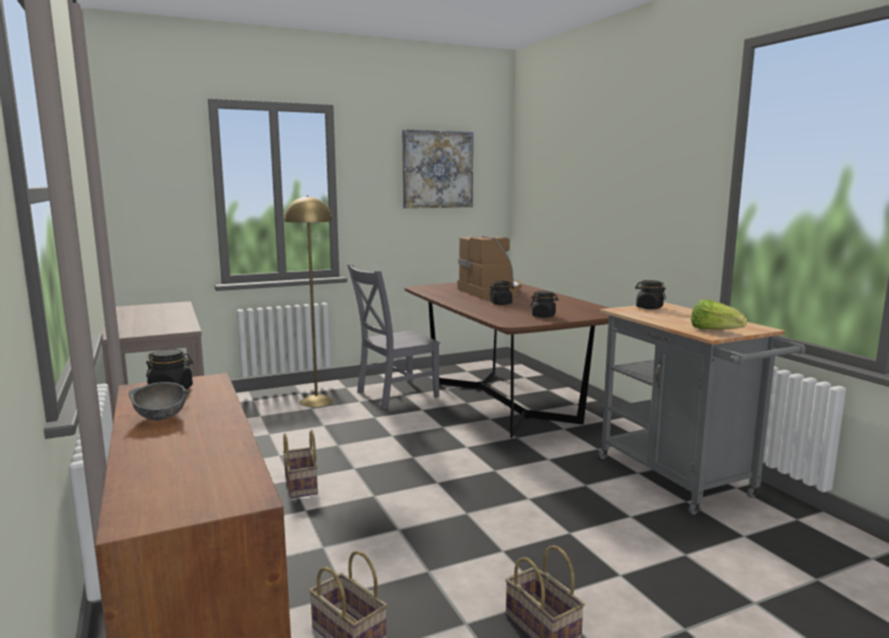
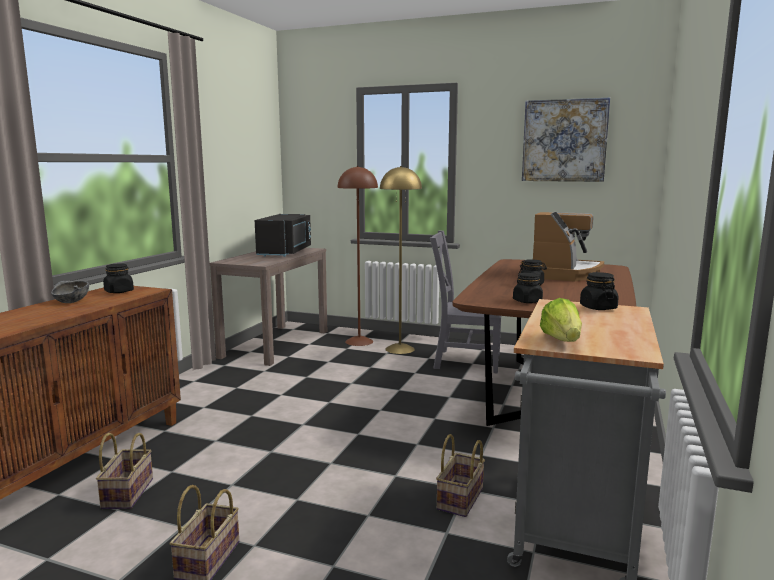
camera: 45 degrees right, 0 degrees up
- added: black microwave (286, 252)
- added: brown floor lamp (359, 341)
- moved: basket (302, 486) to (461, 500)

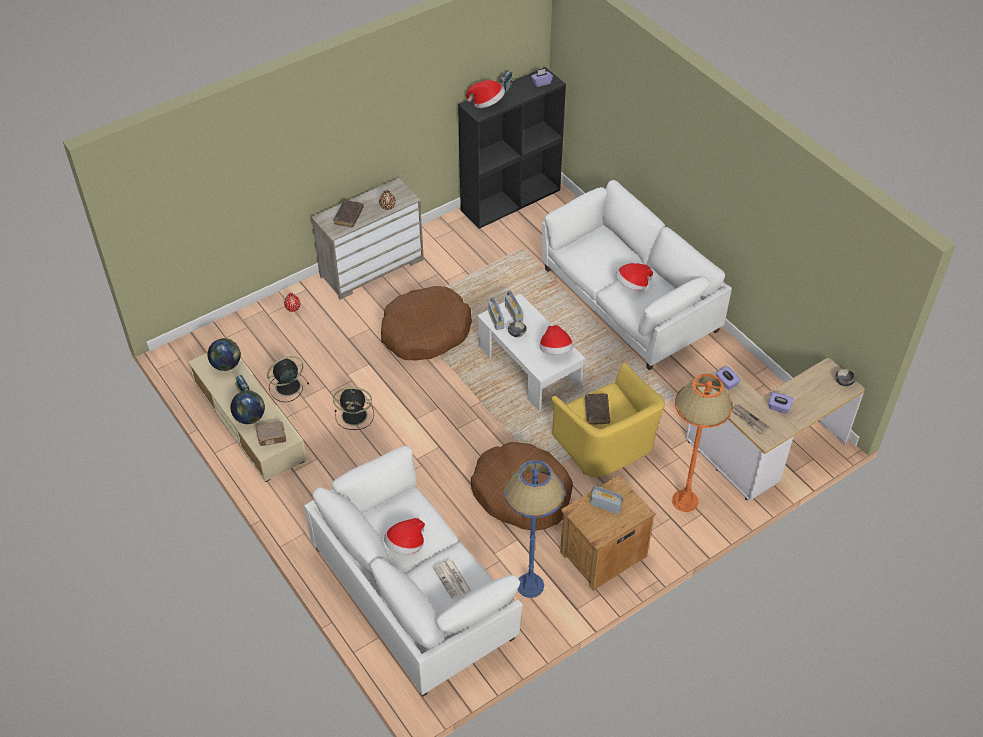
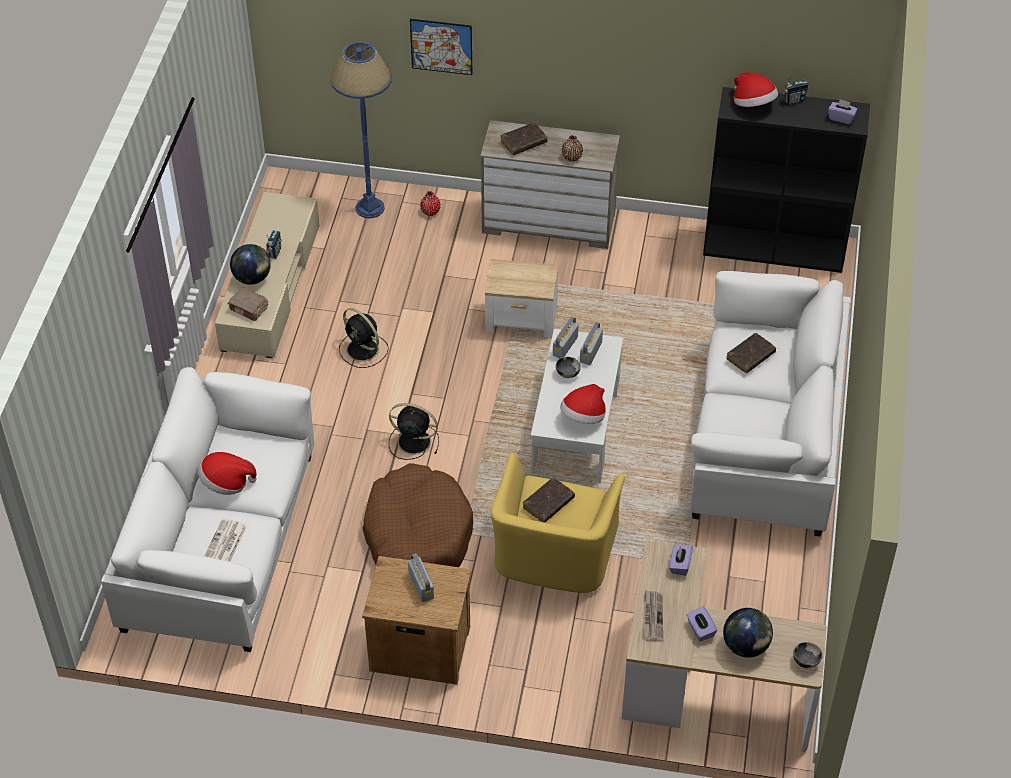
camera: 45 degrees right, 0 degrees up
- moved: blue floor lamp (530, 585) to (370, 208)
- moved: black fan (287, 387) to (412, 441)
- added: picture (441, 46)
- replaced: brown dog bed (425, 332) to side table (521, 320)
- moved: globe (226, 365) to (745, 646)
- added: brown book (750, 356)
- removed: hat (632, 285)
- removed: orange floor lamp (684, 501)

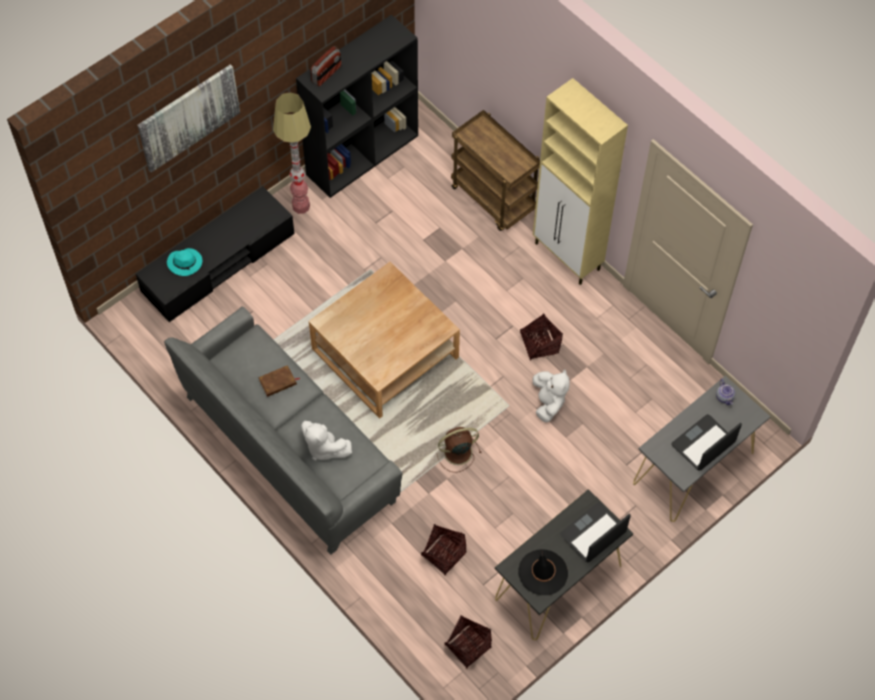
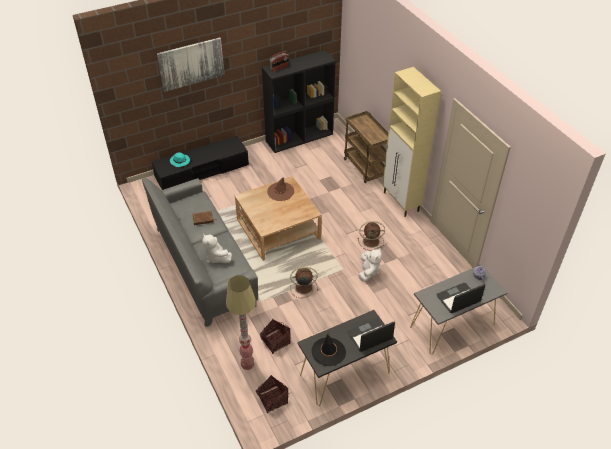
camera: 15 degrees right, 15 degrees down
- moved: floor lamp (301, 206) to (247, 364)
- added: brown hat (280, 191)
- replaced: basket (540, 344) to brown fan (371, 241)

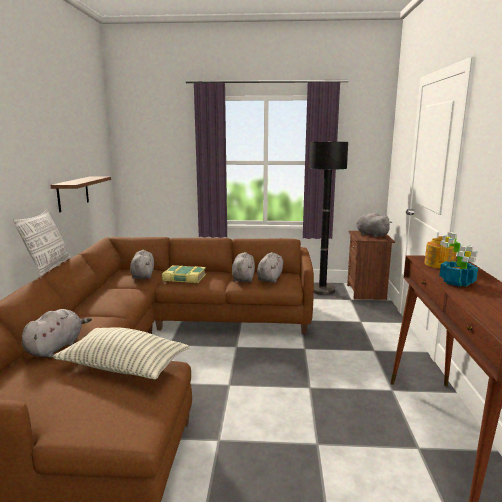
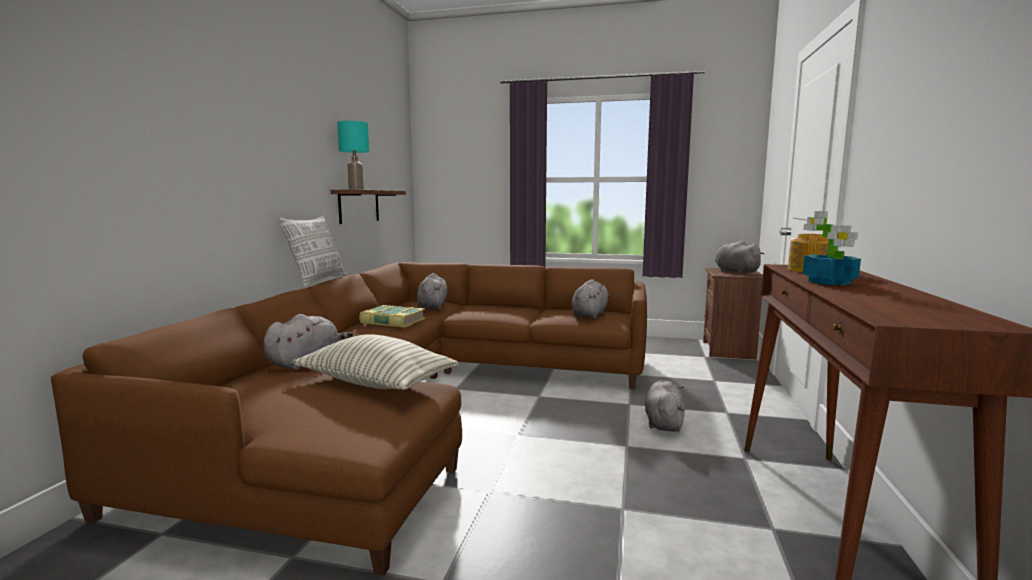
camera: 10 degrees right, 5 degrees down
- added: turquoise table lamp (356, 189)
- moved: book (184, 278) to (392, 322)
- moved: grey plush toy (243, 278) to (663, 422)
- removed: black floor lamp (322, 290)

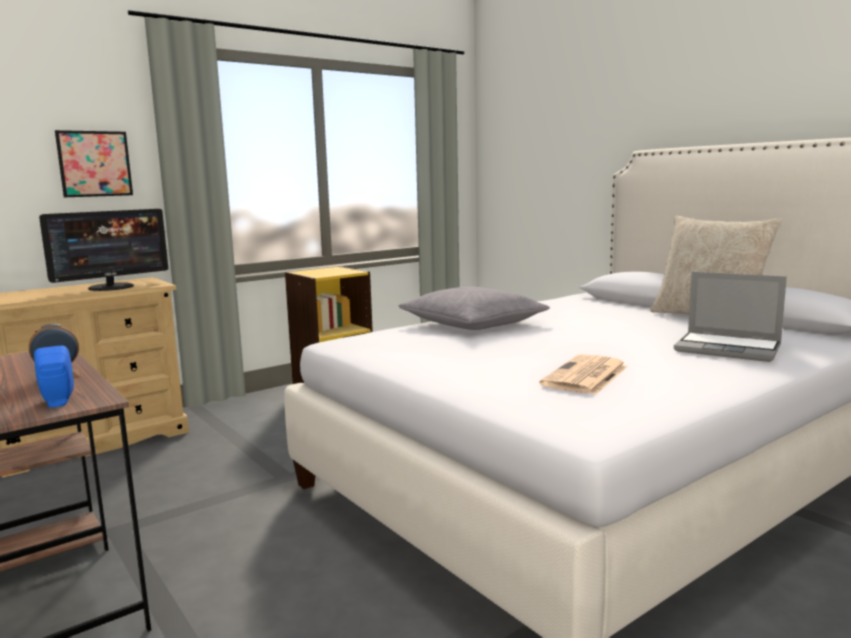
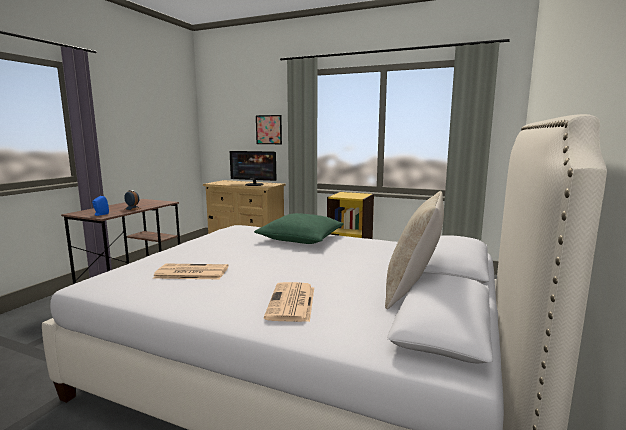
camera: 60 degrees right, 0 degrees up
- recoloured: grey pillow (472, 323) to green pillow (301, 238)
- replaced: laptop (729, 349) to newspaper (292, 303)

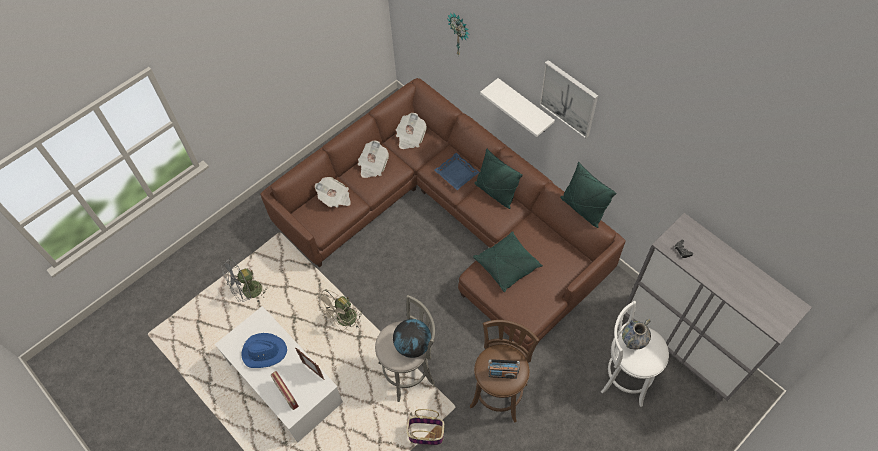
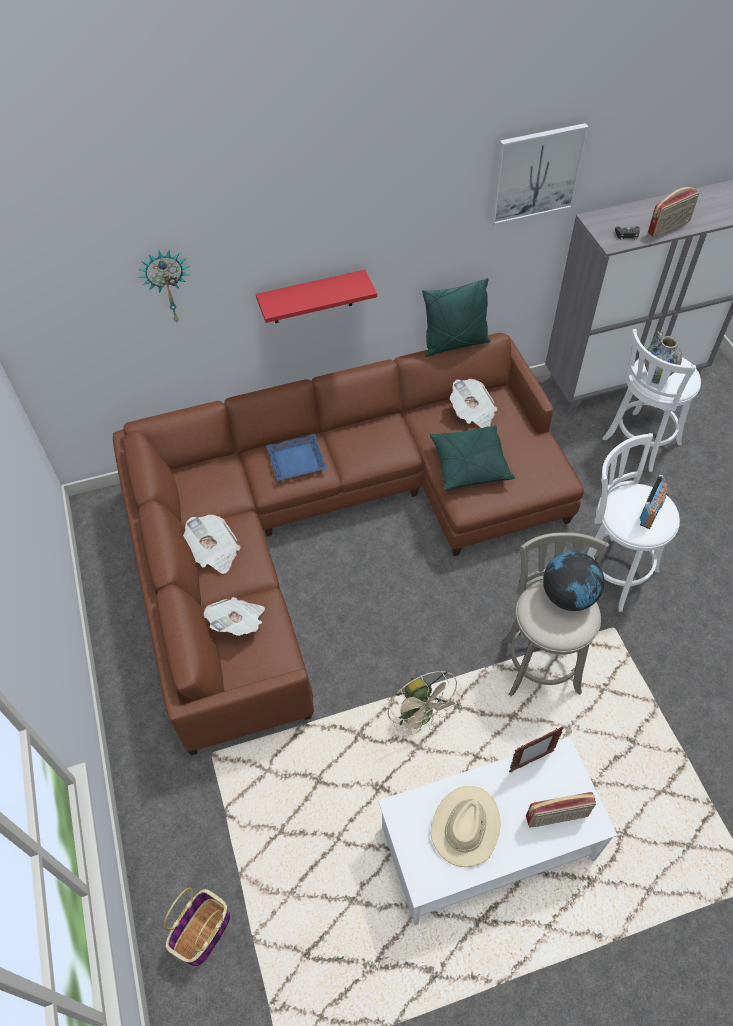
camera: 65 degrees left, 5 degrees down
- moved: basket (425, 434) to (202, 933)
- recoloured: white shelf (525, 107) to red shelf (312, 297)
- recoloured: blue hat (264, 352) to beige hat (465, 826)
- moved: newspaper (410, 137) to (472, 413)
- moved: picture (568, 99) to (536, 173)
- recoloured: brown stool (499, 392) to white stool (612, 571)
- added: radio (669, 228)
- removed: grey fan (248, 293)
- removed: green pillow (495, 192)

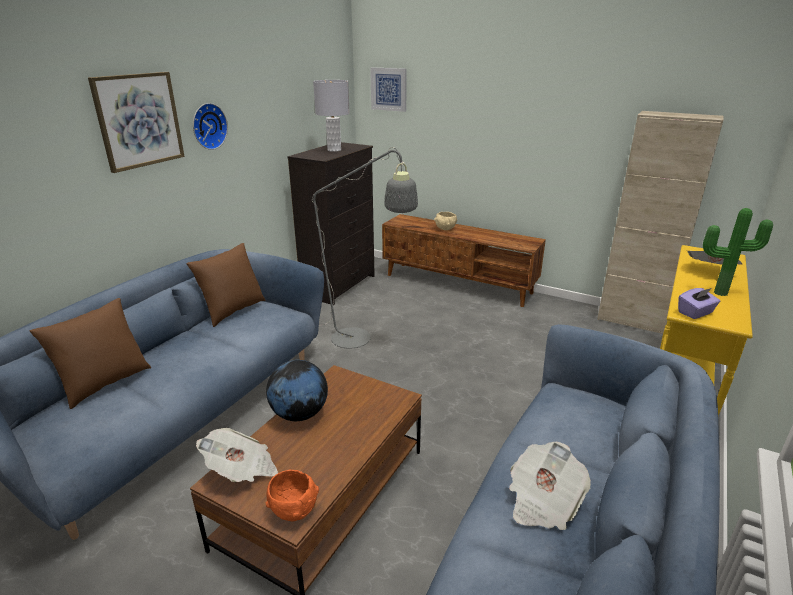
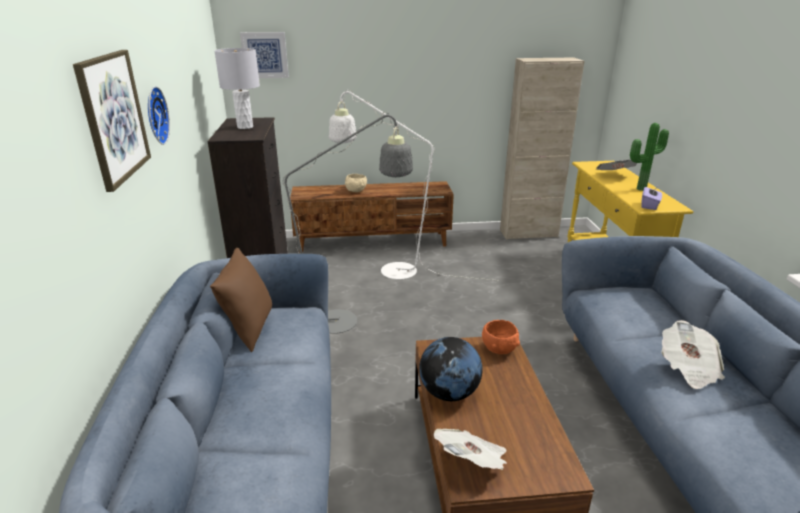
camera: 35 degrees left, 0 degrees up
- added: white floor lamp (389, 269)
- moved: orange bowl (293, 510) to (499, 349)
- removed: brown pillow (105, 383)

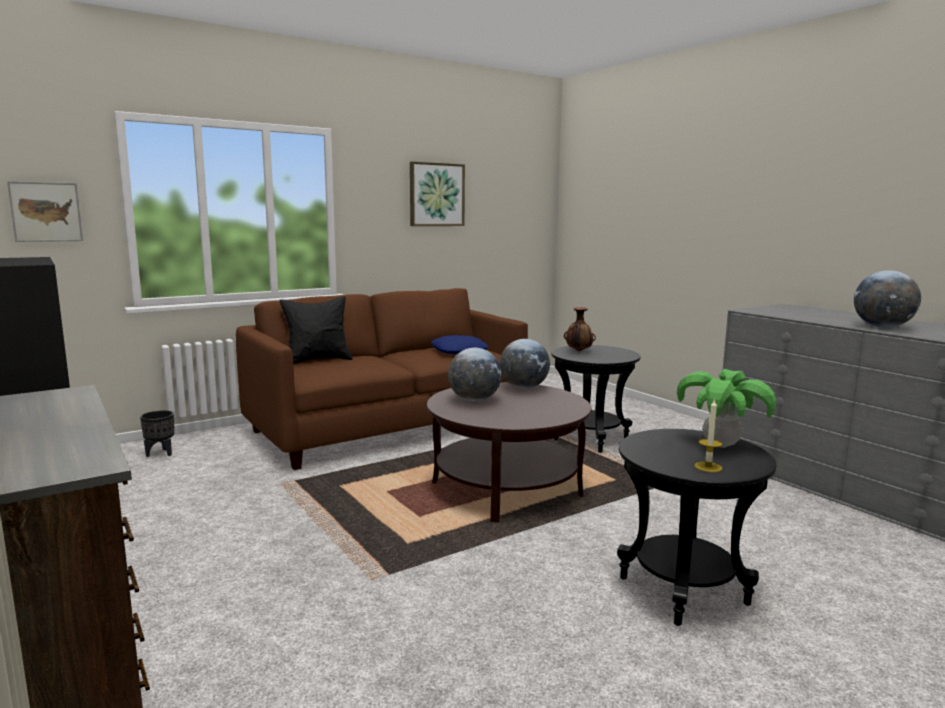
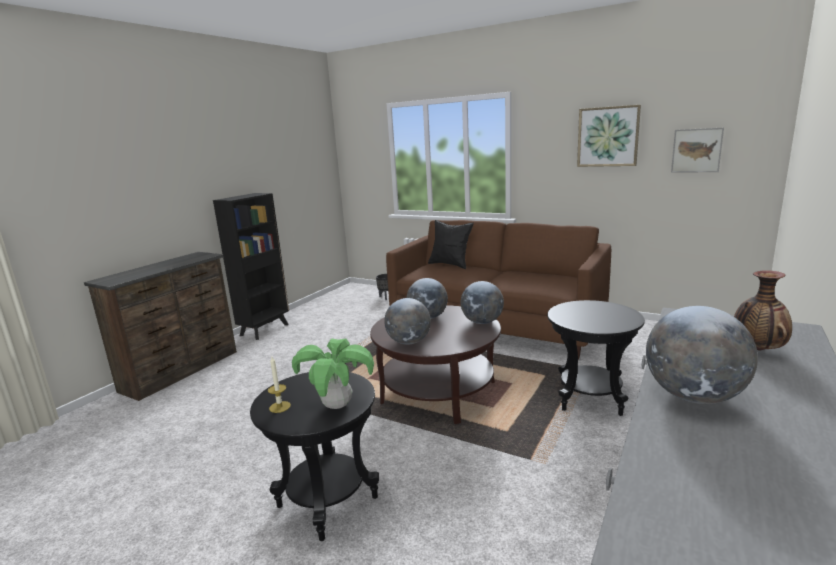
camera: 65 degrees right, 5 degrees up
- added: globe (408, 342)
- moved: picture (46, 212) to (696, 150)
- moved: vase (578, 351) to (757, 349)
- removed: blue pillow (459, 351)

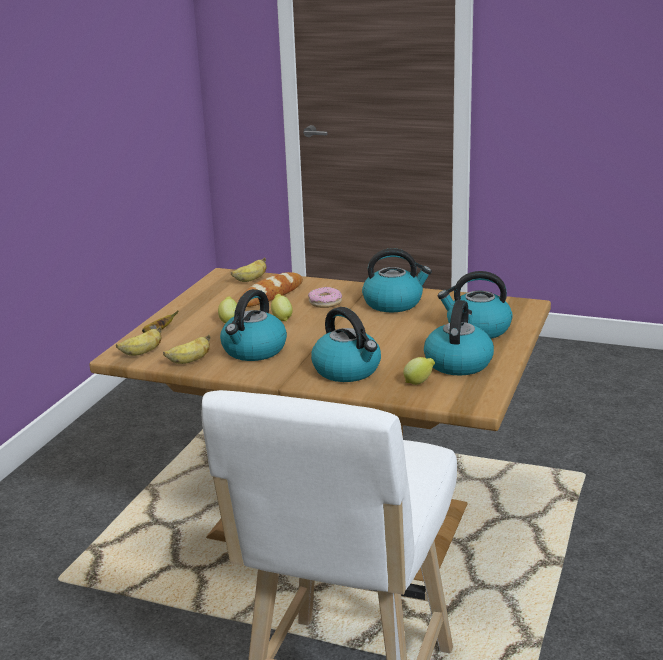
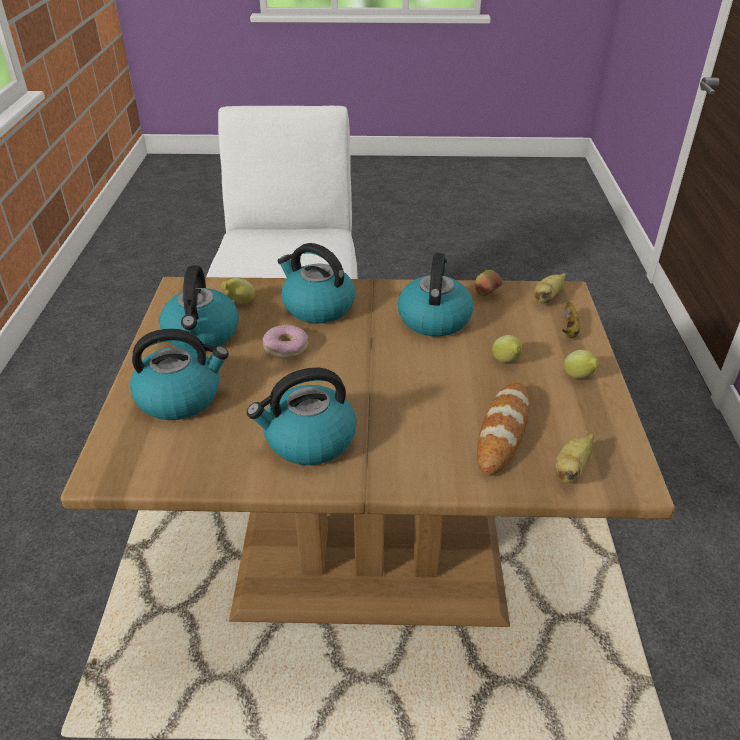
camera: 160 degrees right, 15 degrees up
- moved: donut (325, 302) to (286, 347)
- replaced: banana (189, 361) to apple (486, 294)
- moved: lemon (281, 318) to (579, 377)

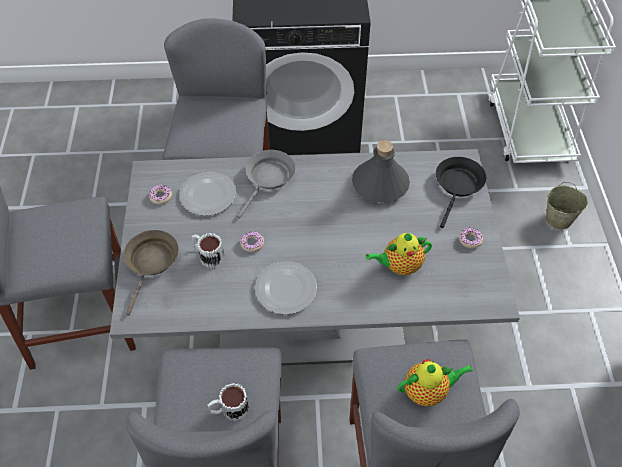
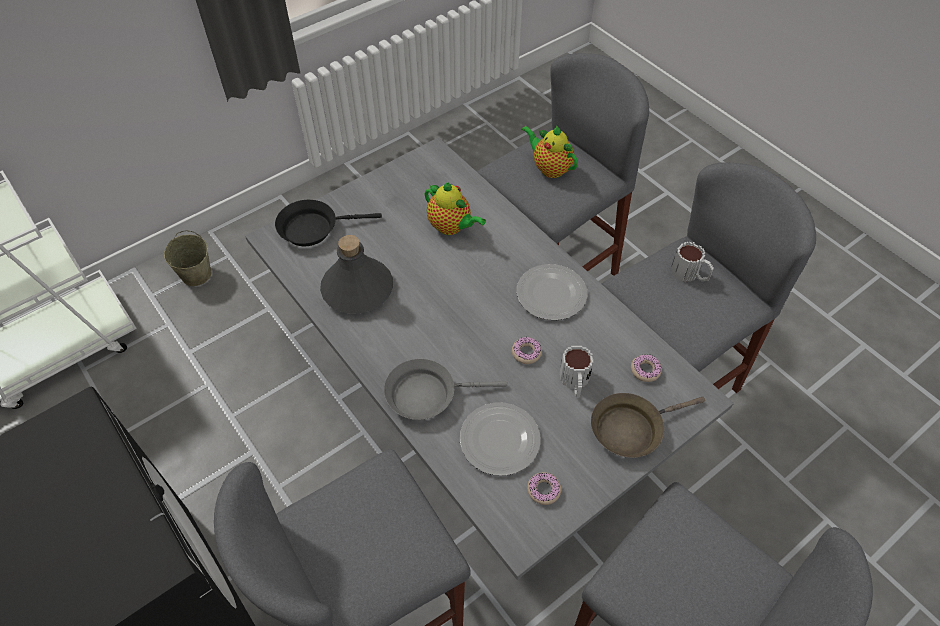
camera: 125 degrees left, 0 degrees up
- moved: donut (470, 240) to (645, 370)

